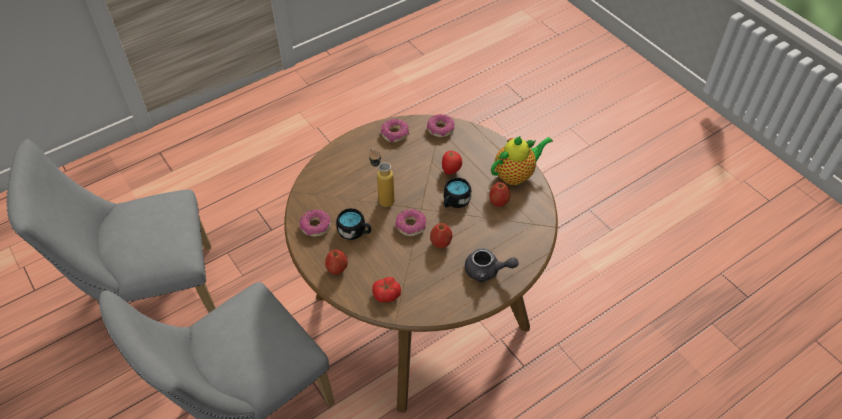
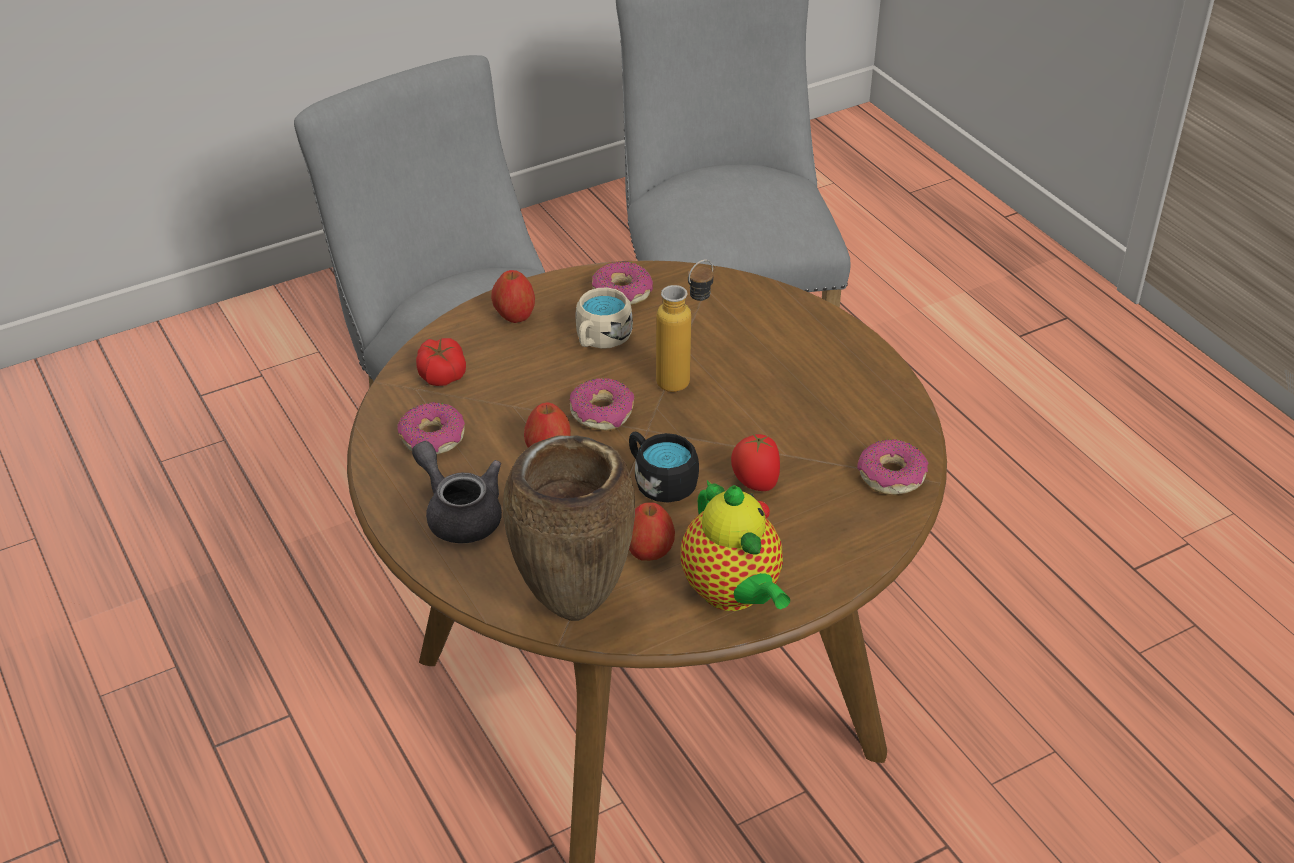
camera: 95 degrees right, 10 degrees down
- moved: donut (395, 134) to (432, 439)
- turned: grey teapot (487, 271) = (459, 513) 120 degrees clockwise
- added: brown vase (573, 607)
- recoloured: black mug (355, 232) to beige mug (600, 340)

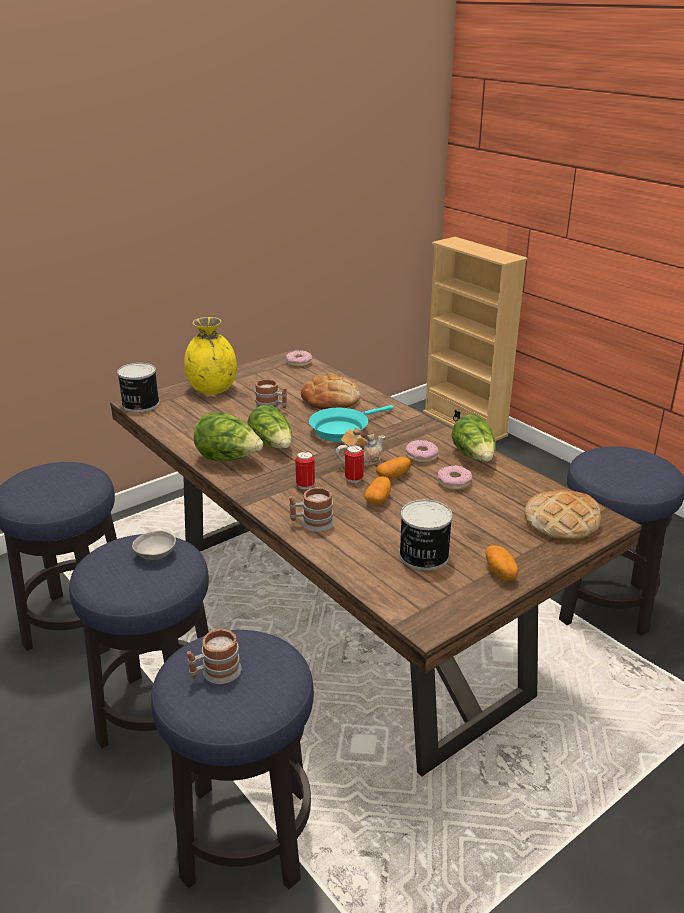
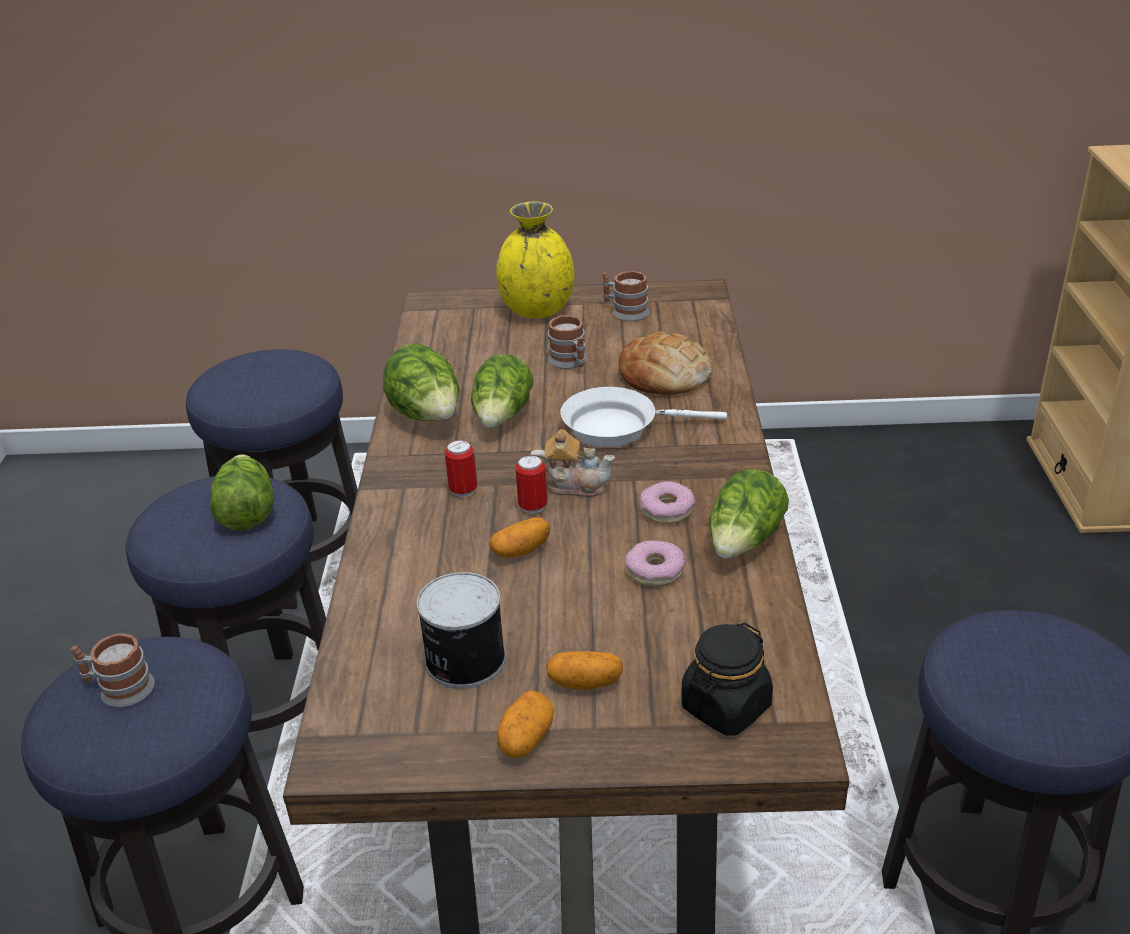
camera: 40 degrees right, 5 degrees up
- replaced: grey bowl (155, 555) to lettuce (245, 511)
- moved: potato (393, 476) to (585, 682)
- recoloured: turquoise frying pan (343, 429) to white frying pan (617, 427)
- moved: mug (312, 523) to (625, 311)
- replaced: bread (562, 521) to black jar (725, 707)
- removed: can (140, 404)
- removed: donut (299, 363)

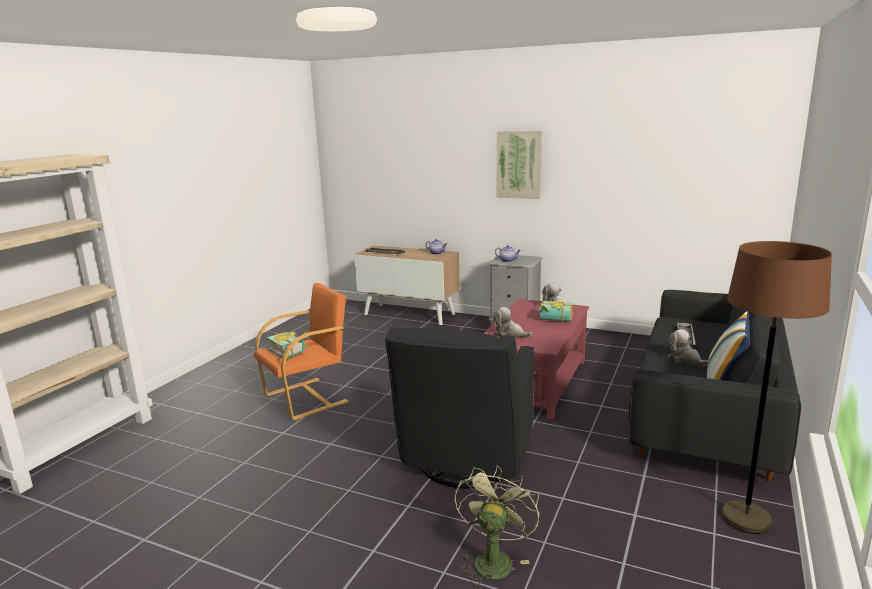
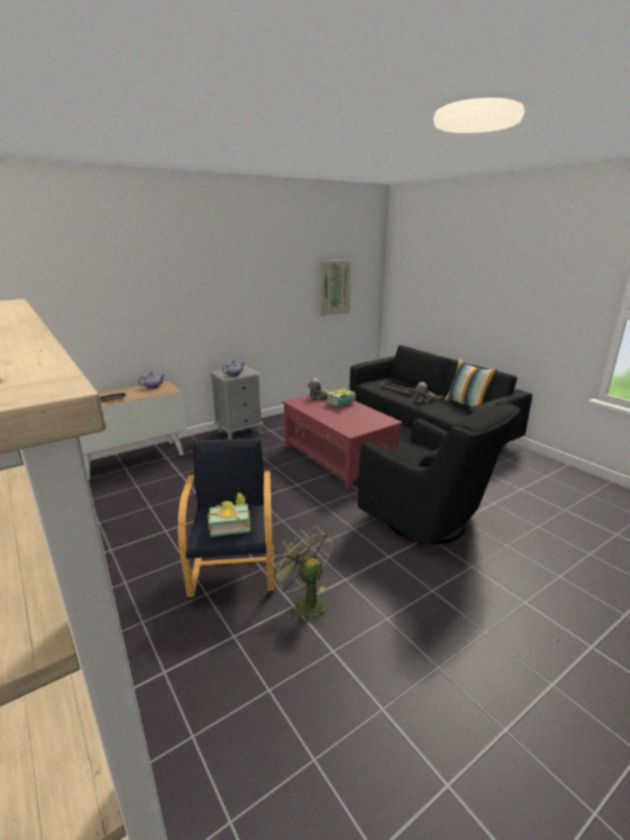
camera: 60 degrees left, 5 degrees up
- recoloured: orange armchair (307, 398) to black armchair (234, 569)
- moved: green fan (493, 559) to (305, 602)
- moved: picture (519, 164) to (334, 287)
- removed: plush toy (510, 334)
- removed: brown floor lamp (746, 518)

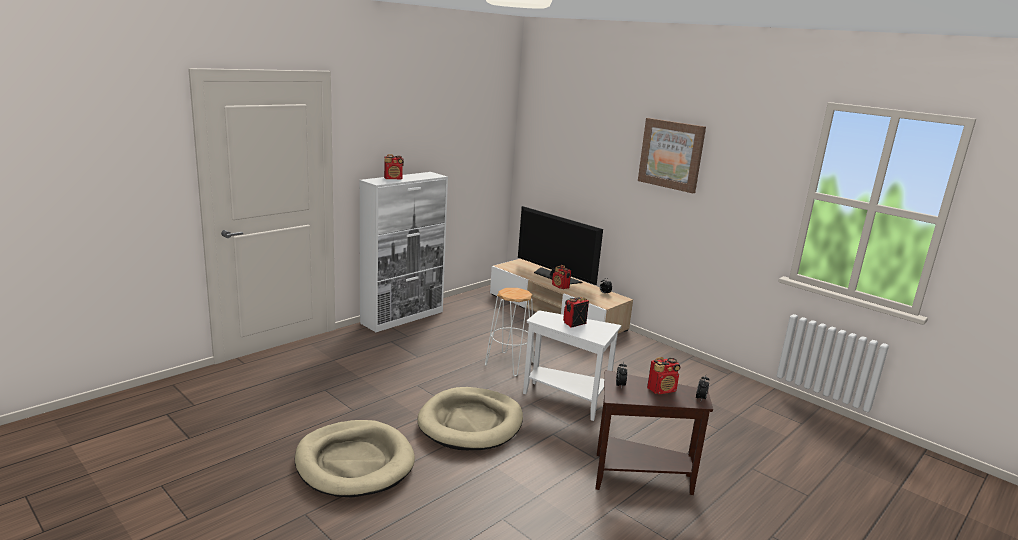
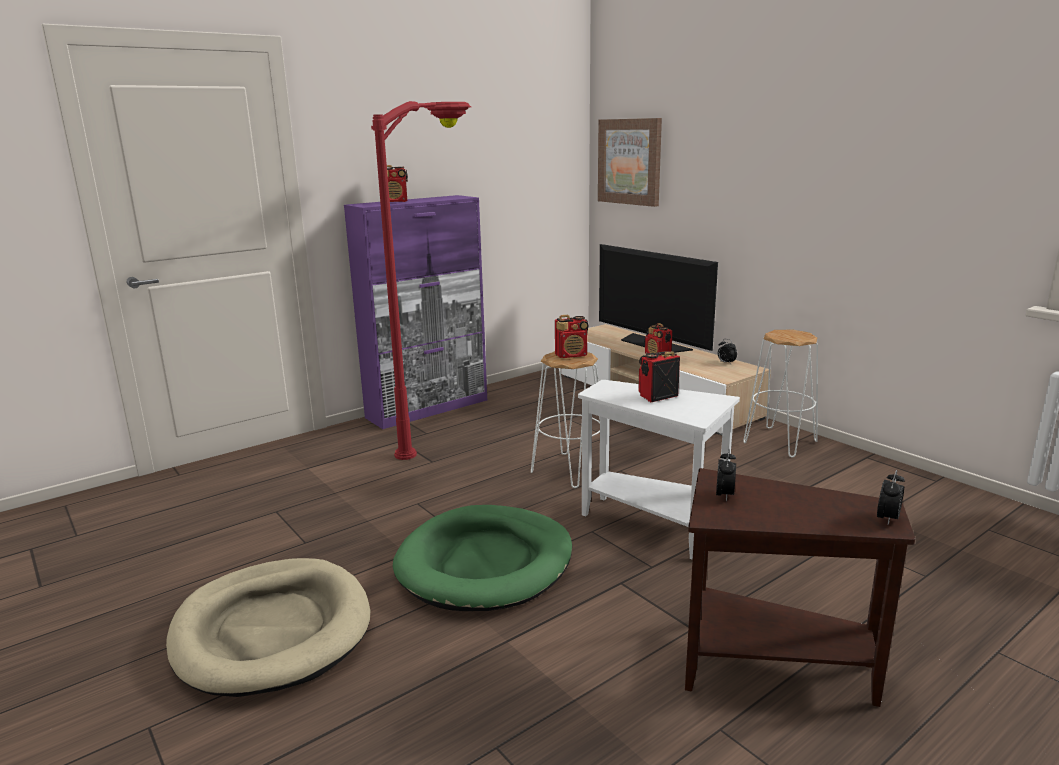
camera: 10 degrees right, 0 degrees up
- recoloured: white cabinet (403, 317) to purple cabinet (428, 408)
- added: red floor lamp (449, 432)
- recoloured: beige dog bed (471, 423) to green dog bed (485, 563)
- moved: radio (662, 390) to (572, 355)
- moved: picture (671, 154) to (630, 161)
- added: white stool (779, 442)

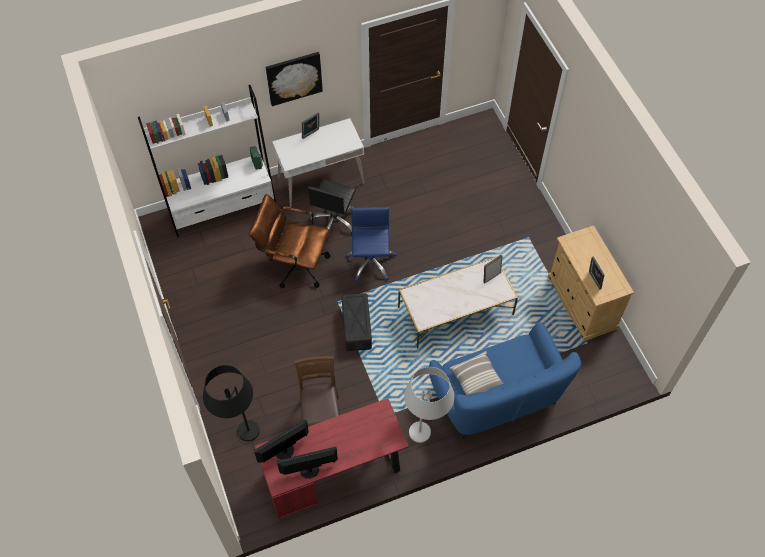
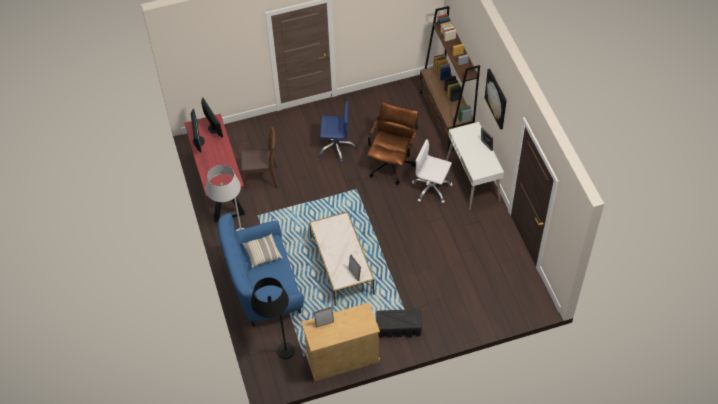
camera: 95 degrees right, 5 degrees down
- moved: black floor lamp (243, 442) to (277, 347)
- moved: blue office chair (370, 262) to (336, 147)
- moved: black storage box (356, 327) to (398, 328)
- recoloured: black office chair (334, 221) to white office chair (431, 188)
- recoloured: white bookcase (223, 208) to brown bookcase (445, 118)

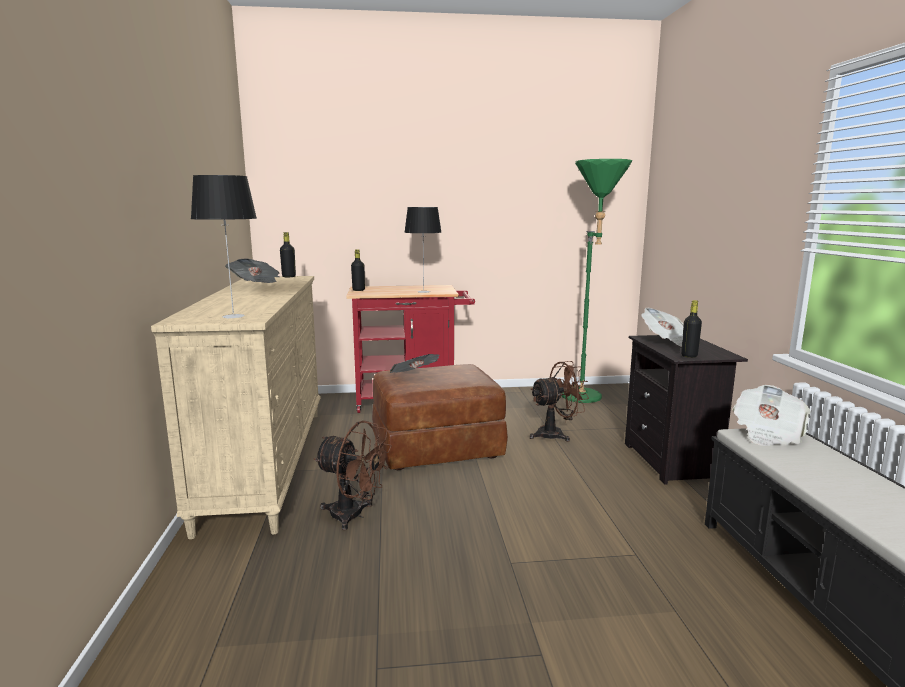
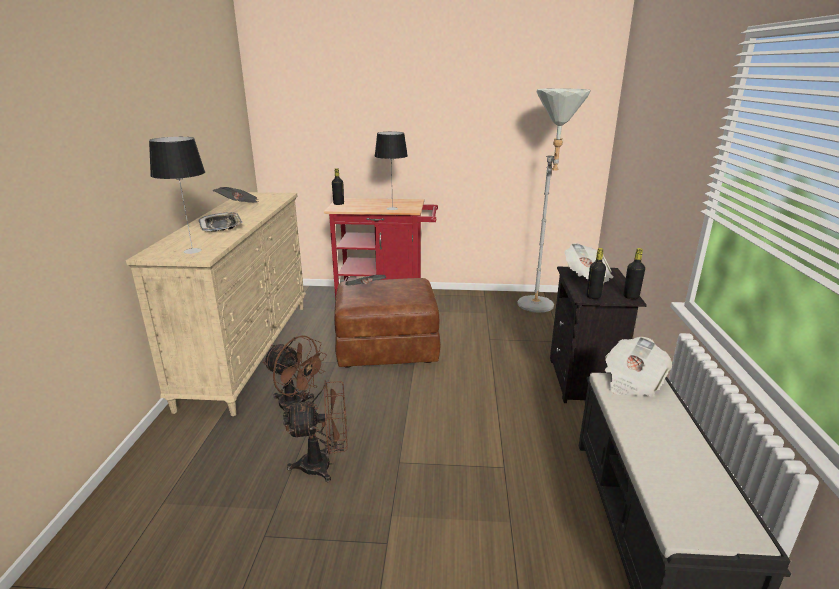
camera: 10 degrees right, 10 degrees up
- added: tray (221, 226)
- moved: brown fan (556, 434) to (324, 465)
- recoloured: green floor lamp (586, 399) to grey floor lamp (539, 308)
- moved: black bottle (289, 276) to (631, 297)

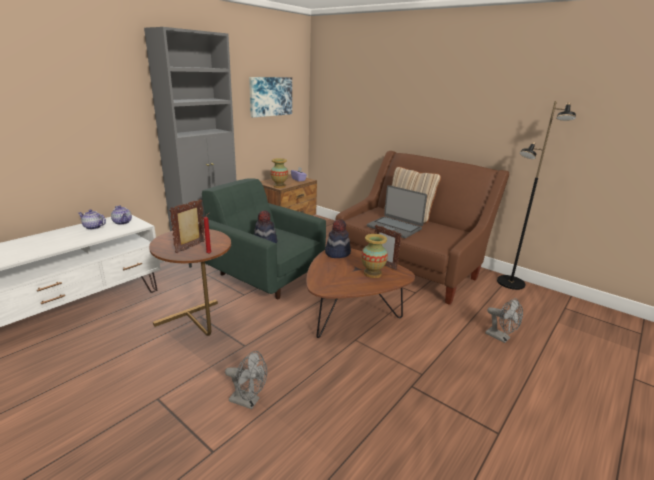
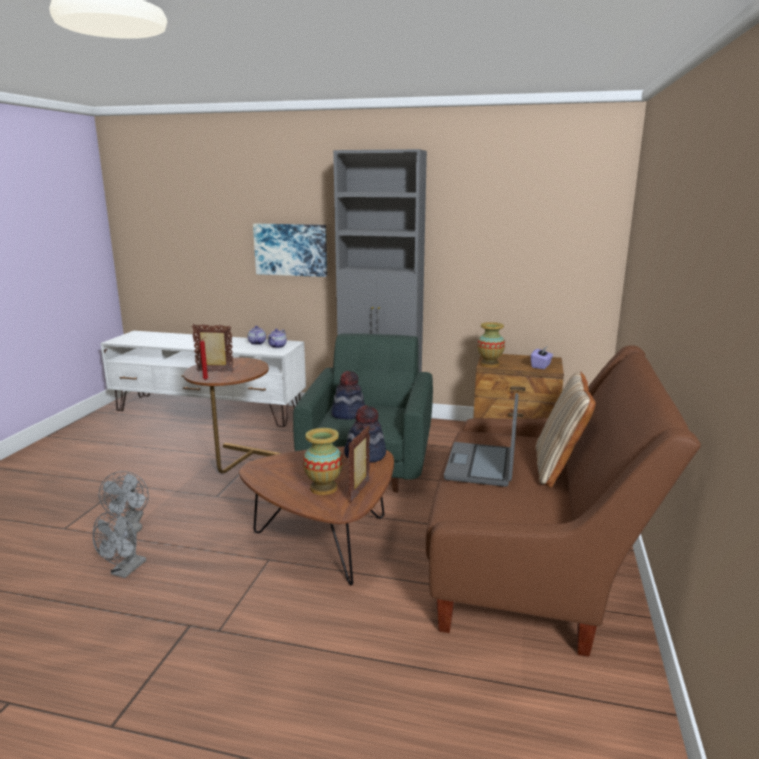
camera: 65 degrees right, 5 degrees down
- moved: grey fan (501, 337) to (125, 571)
- moved: picture (270, 96) to (291, 249)
- removed: black floor lamp (510, 283)

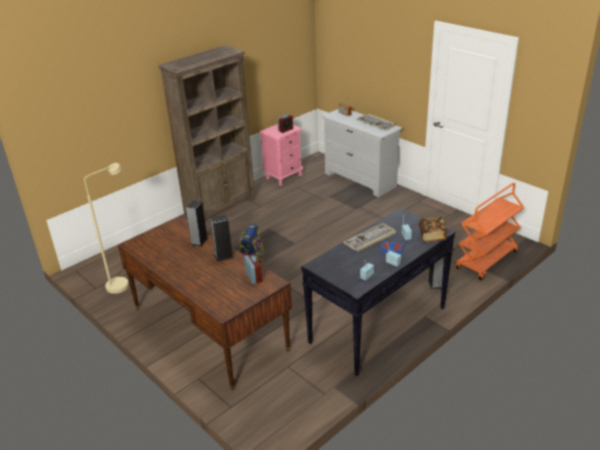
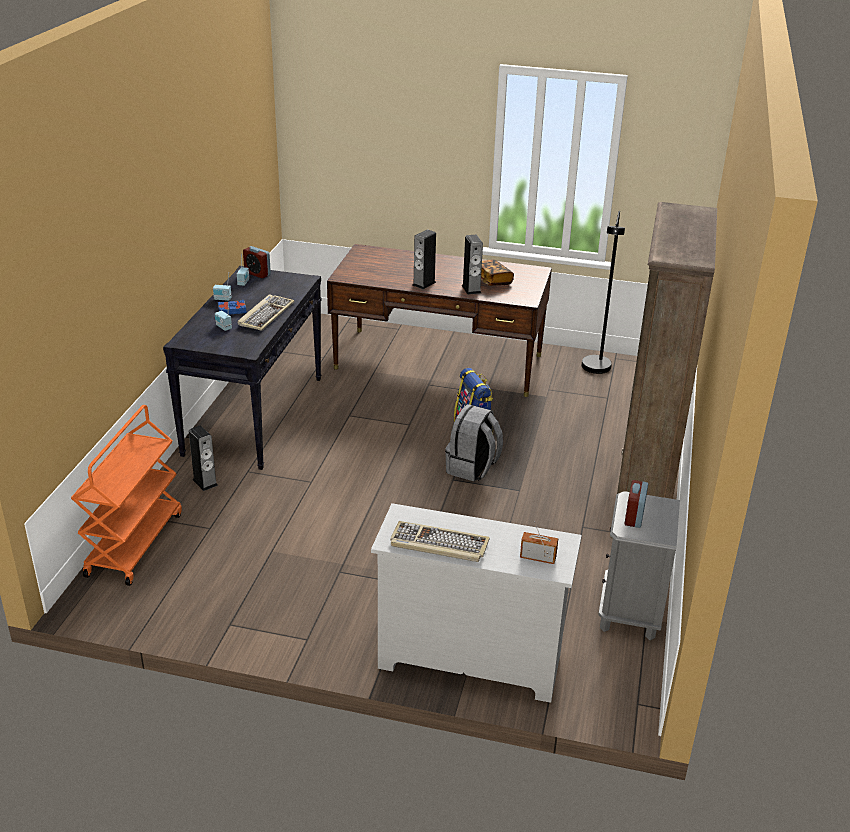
camera: 145 degrees right, 0 degrees up
- moved: alarm clock (254, 277) to (257, 273)
- added: grey backpack (472, 468)
- moved: book (432, 236) to (492, 280)
- recoloured: beige floor lamp (122, 283) to black floor lamp (596, 370)
- recoloured: pink nightstand (284, 176) to grey nightstand (630, 612)

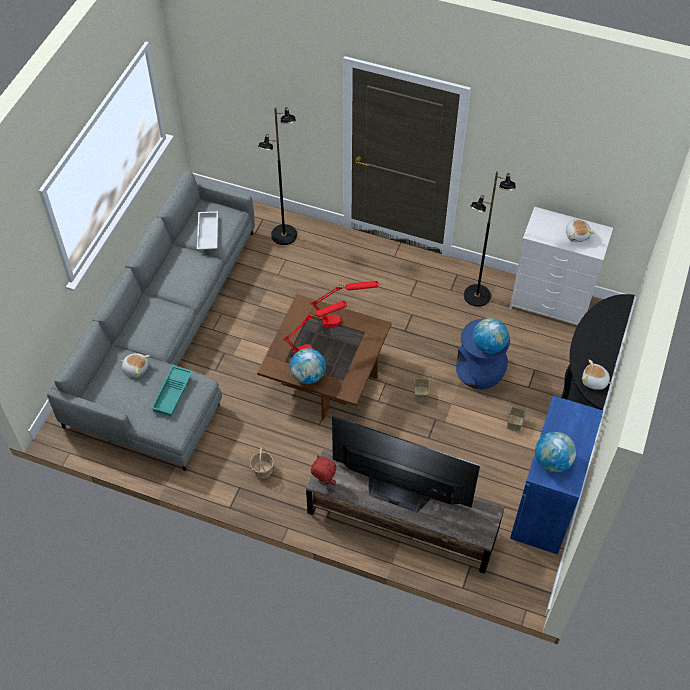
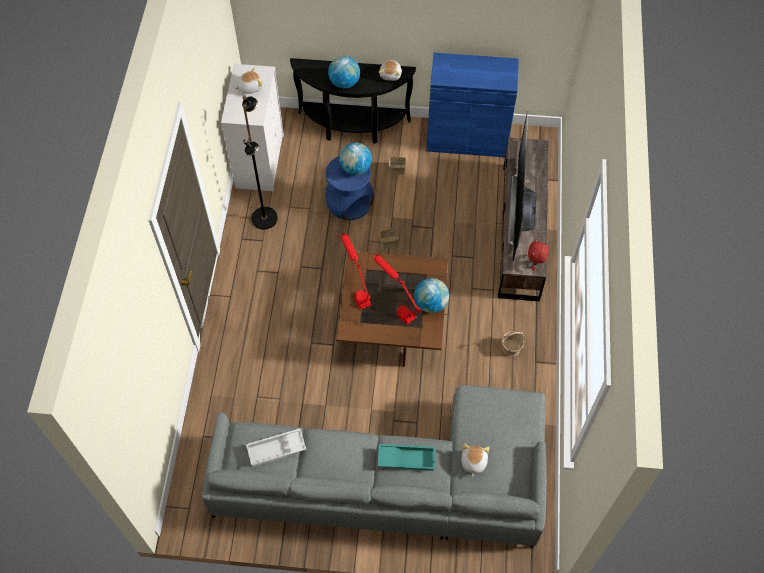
camera: 105 degrees left, 5 degrees up
- moved: globe (552, 461) to (344, 82)
- moved: turquoise tray (173, 394) to (407, 458)
- removed: black floor lamp (284, 235)

